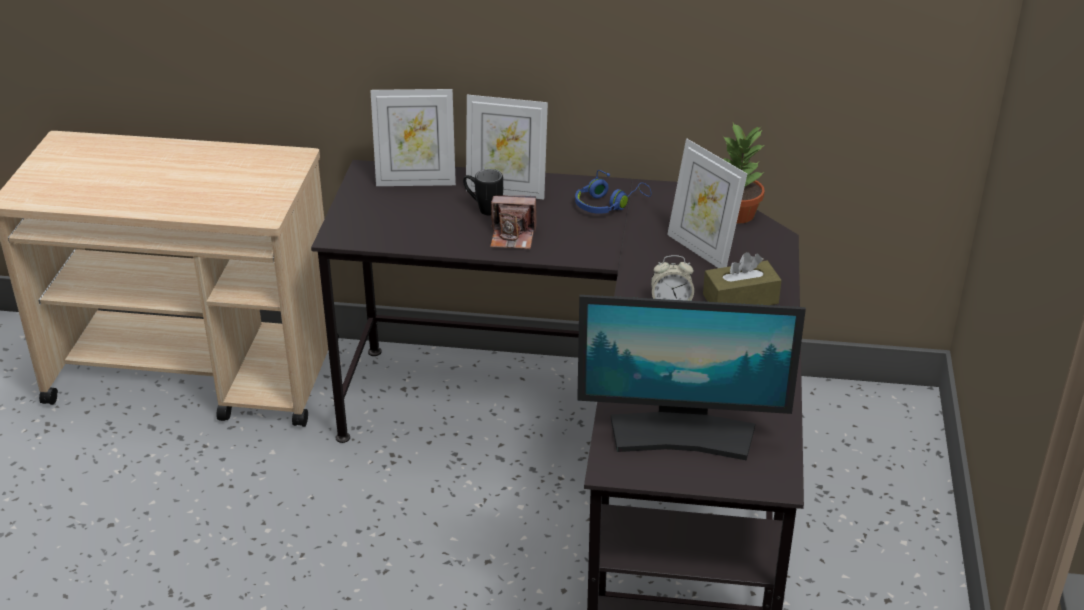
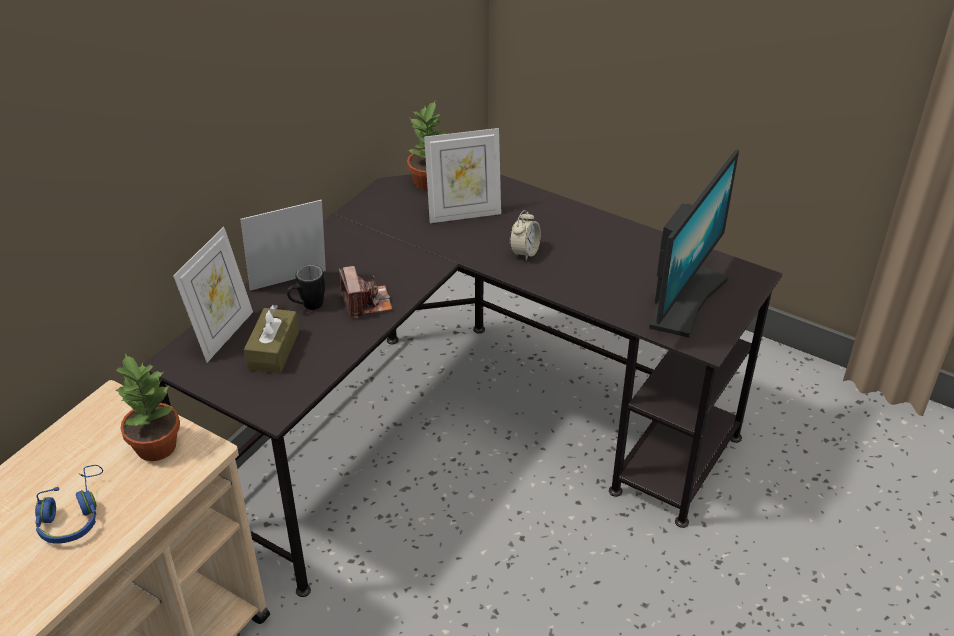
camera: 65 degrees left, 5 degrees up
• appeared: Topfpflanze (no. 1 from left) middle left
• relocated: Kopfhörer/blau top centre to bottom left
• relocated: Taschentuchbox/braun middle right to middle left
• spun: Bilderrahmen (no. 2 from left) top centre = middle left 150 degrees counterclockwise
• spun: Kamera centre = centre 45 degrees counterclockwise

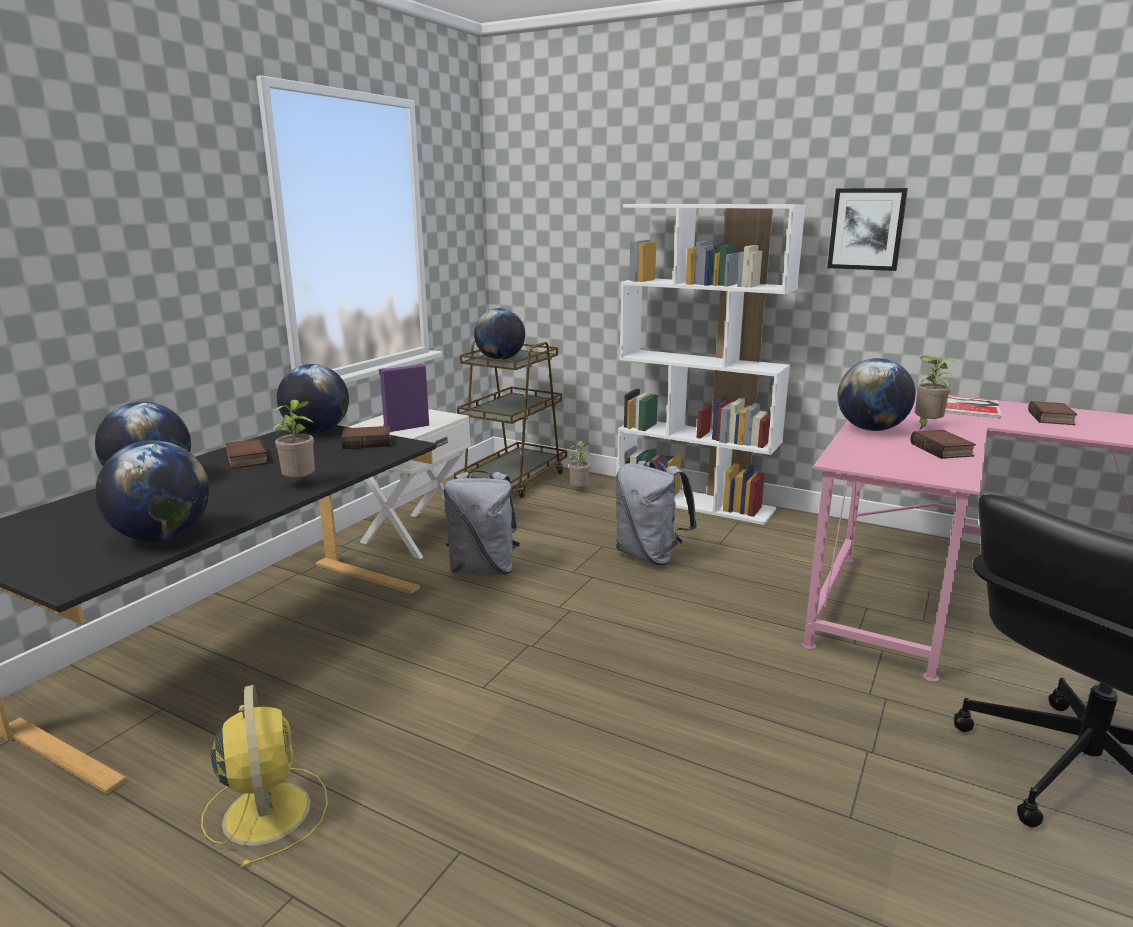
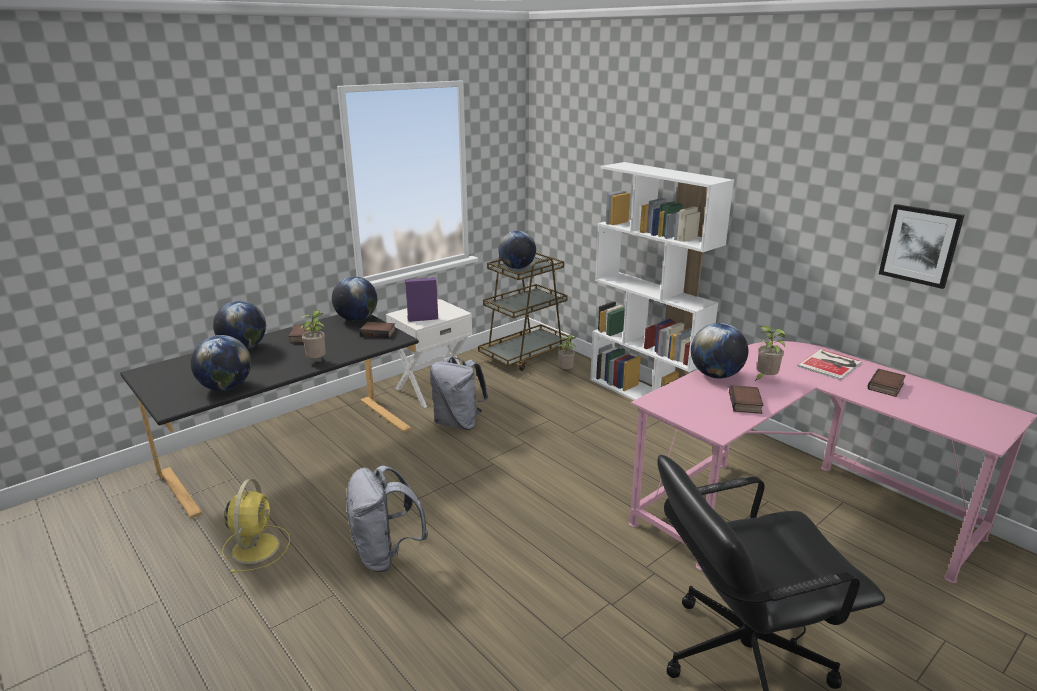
camera: 20 degrees right, 5 degrees up
• relocated: Rucksack/grau (no. 2 from left in the first image) centre to Rucksack/grau (no. 1 from left) bottom centre
• relocated: Bild top right to middle right

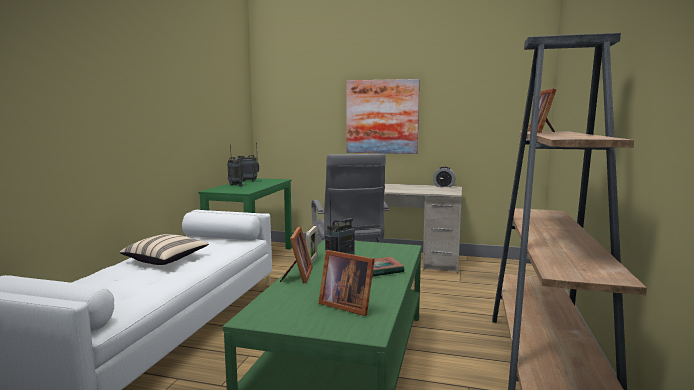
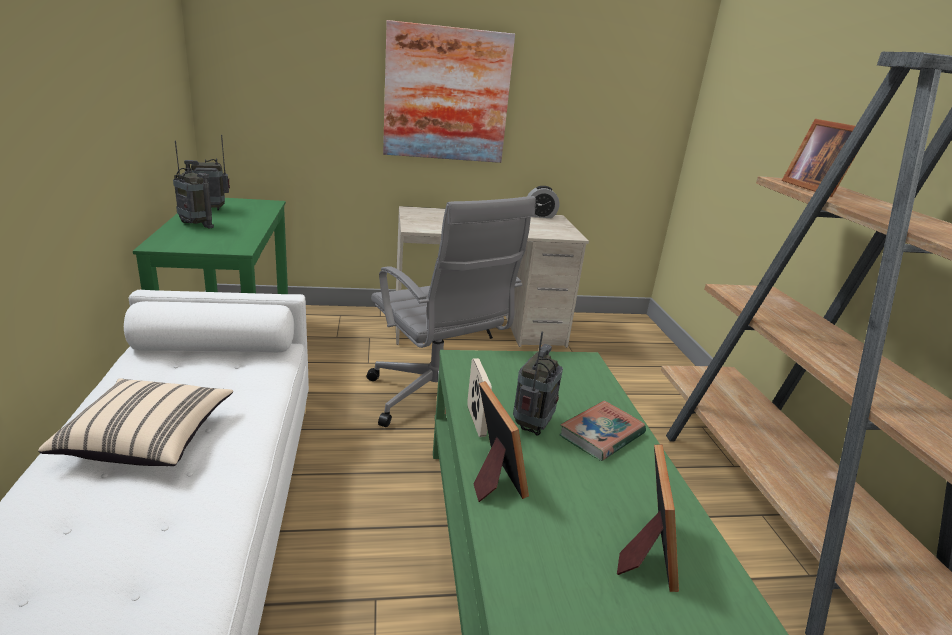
camera: 25 degrees left, 15 degrees up
• spun: Bilderrahmen (no. 3 from left) bottom centre = bottom right 90 degrees counterclockwise

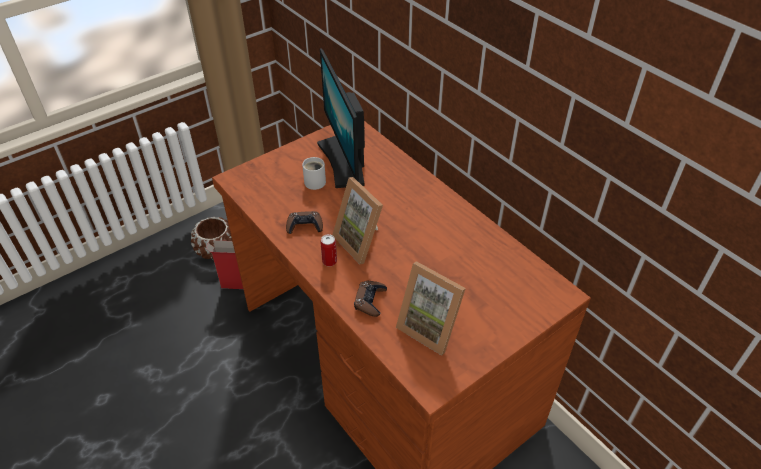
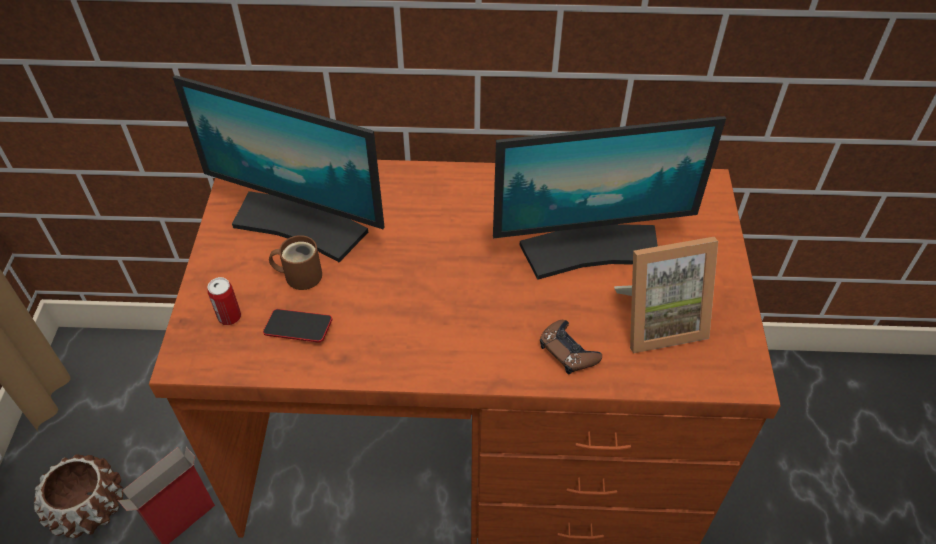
camera: 50 degrees left, 5 degrees up
• missing: Gamepad/braun (no. 1 from left) centre
• missing: Bilderrahmen (no. 1 from left) centre
• appeared: Handy middle left
• appeared: Monitor (no. 2 from left) centre
• relocated: Dose centre to middle left
• colour: Henkelbecher/weiß centre to Henkelbecher/braun middle left

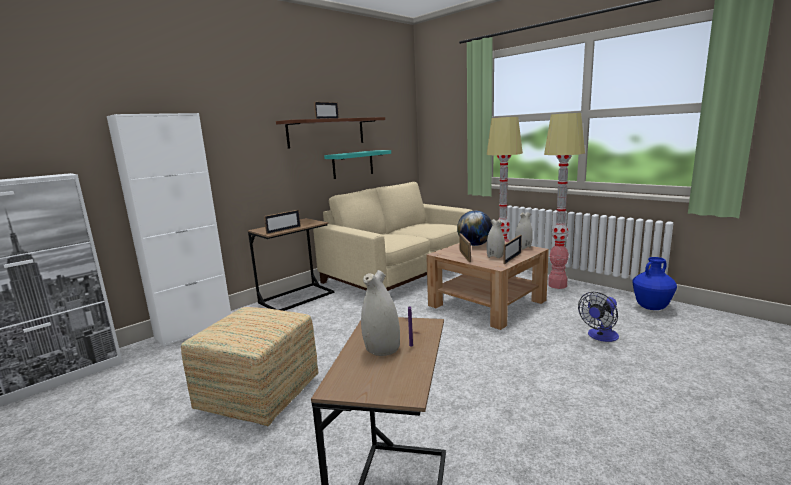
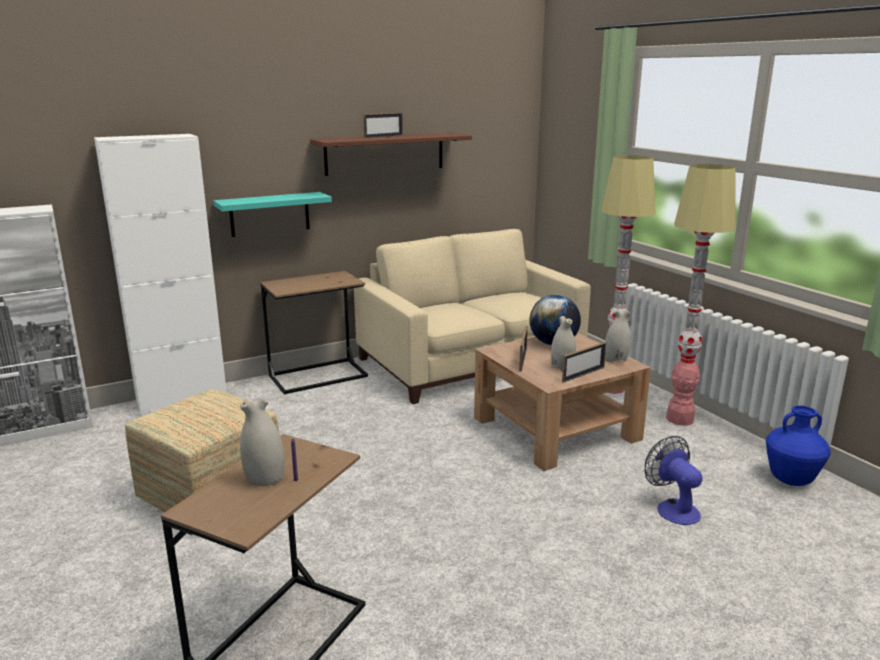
camera: 15 degrees right, 5 degrees up
• missing: Bilderrahmen (no. 1 from left) centre
• relocated: Wandregal/türkis centre to top left
• spun: Ventilator middle right = bottom right 90 degrees clockwise

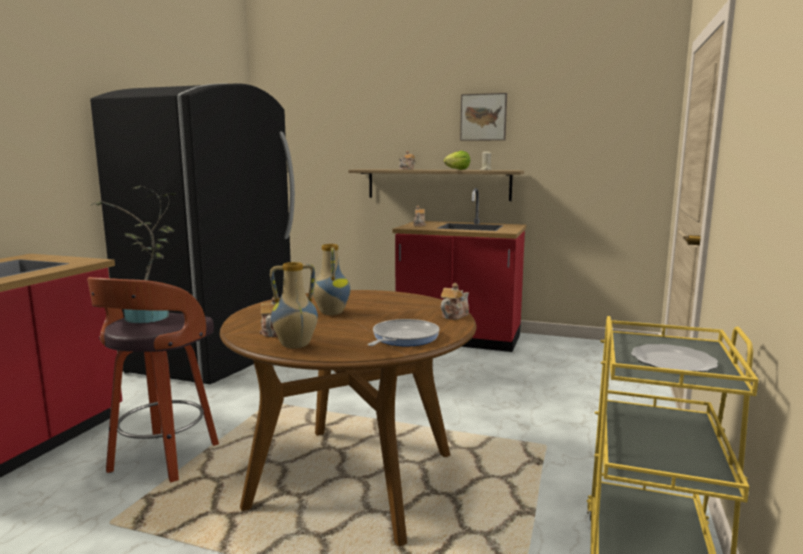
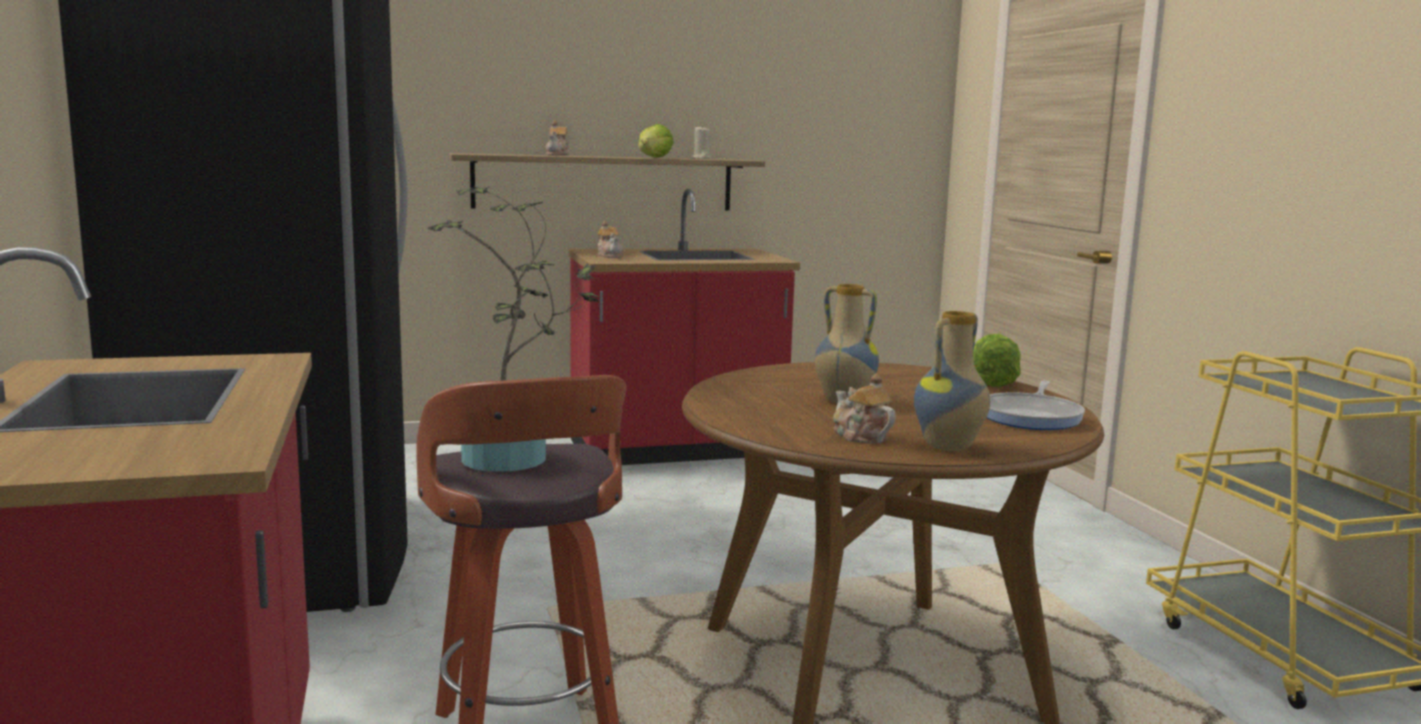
camera: 35 degrees left, 0 degrees up
• missing: Bild top centre
• missing: Teller middle right
• exchanged: Teekanne (no. 4 from left) centre to Salatkopf (no. 2 from left) middle right
• spun: Pfanne centre = middle right 150 degrees counterclockwise

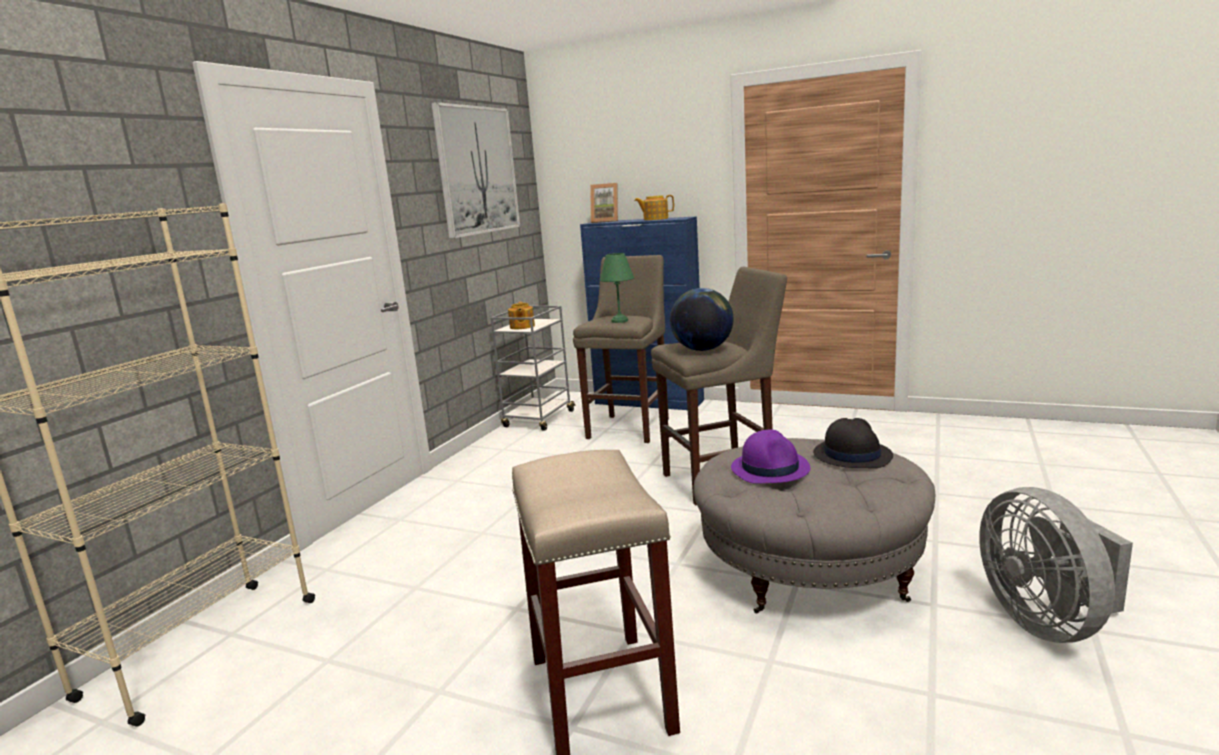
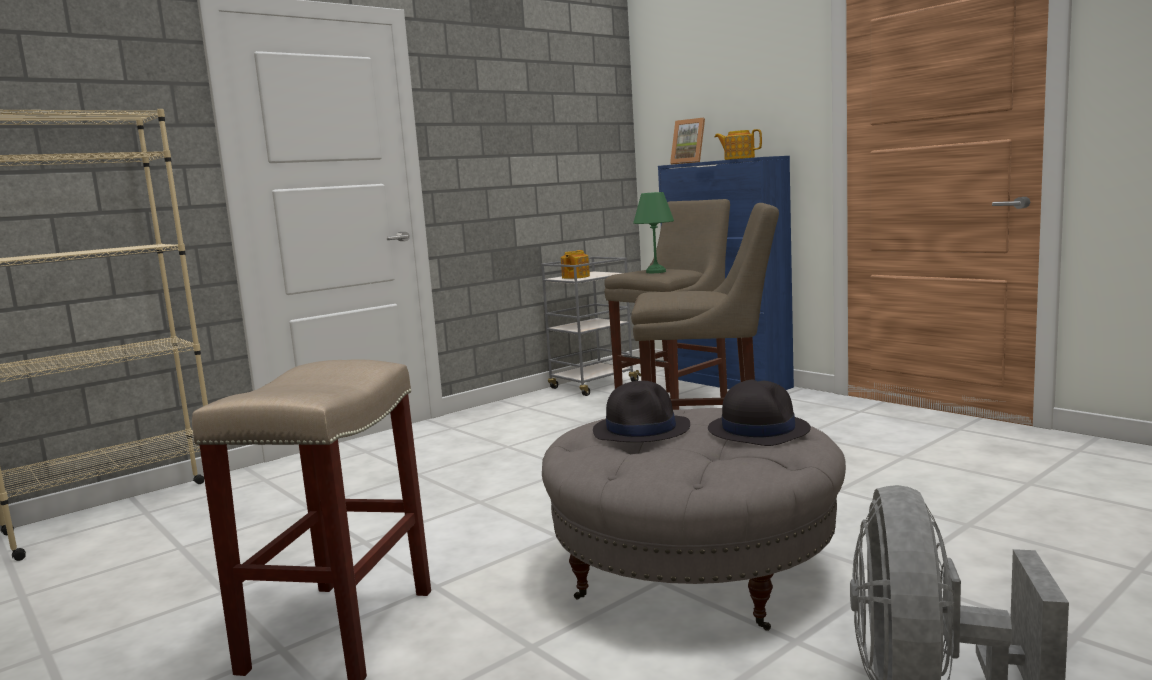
camera: 25 degrees right, 5 degrees down
• missing: Bild top centre
• missing: Globus centre
• colour: Hut/lila centre to Hut/schwarz (no. 1 from left) centre

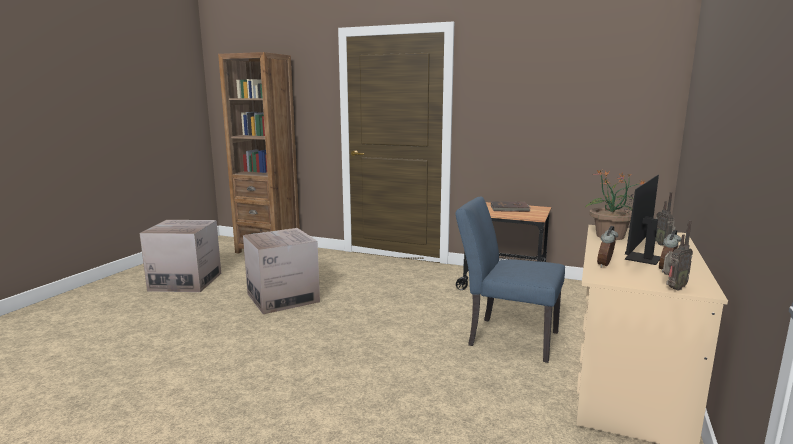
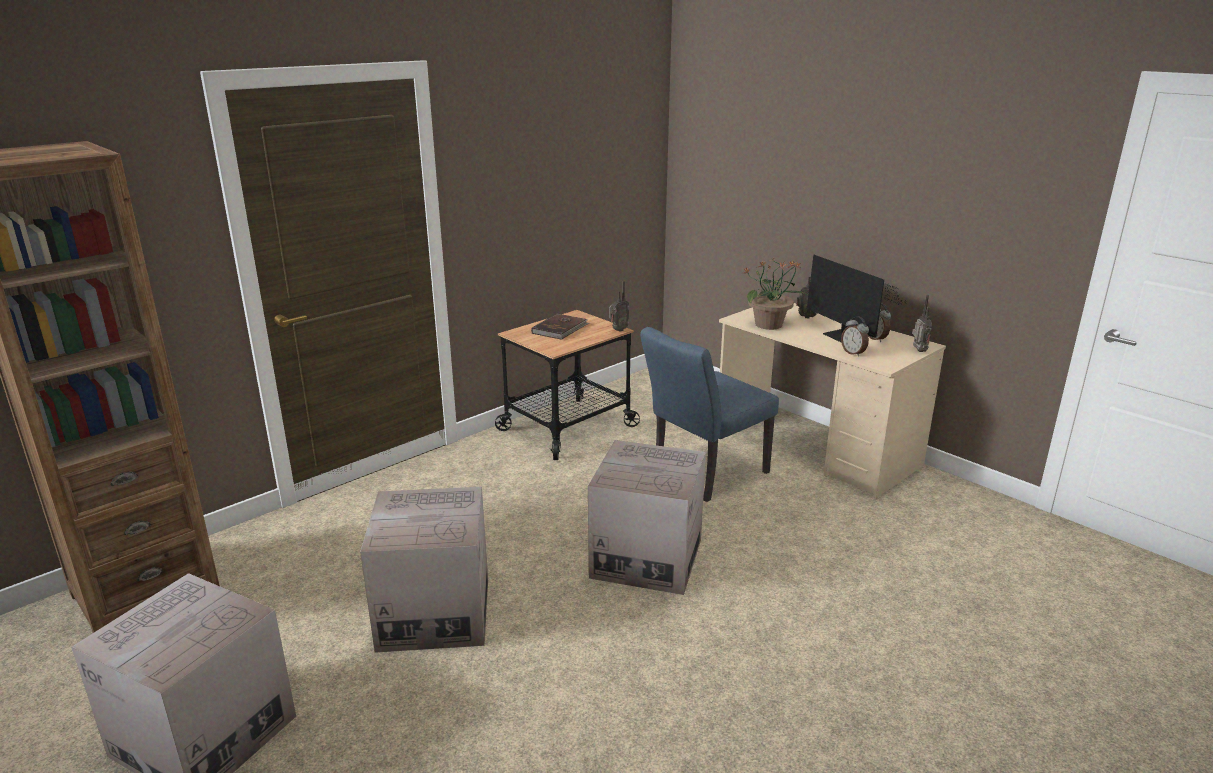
camera: 65 degrees left, 10 degrees up
• appeared: Karton (no. 3 from left) bottom centre
• appeared: Radio (no. 1 from left) centre

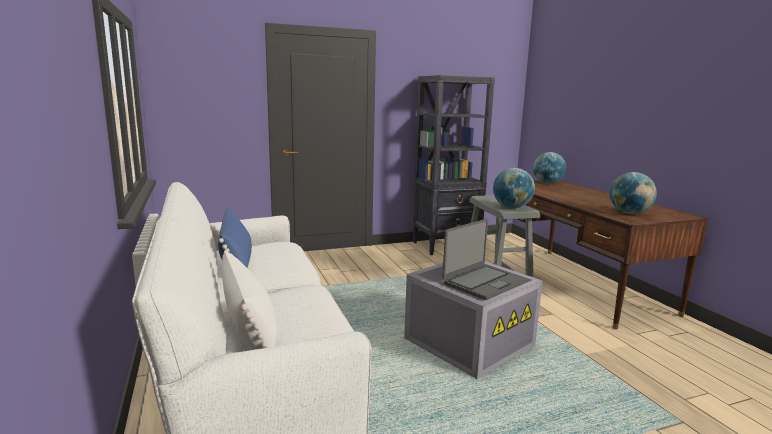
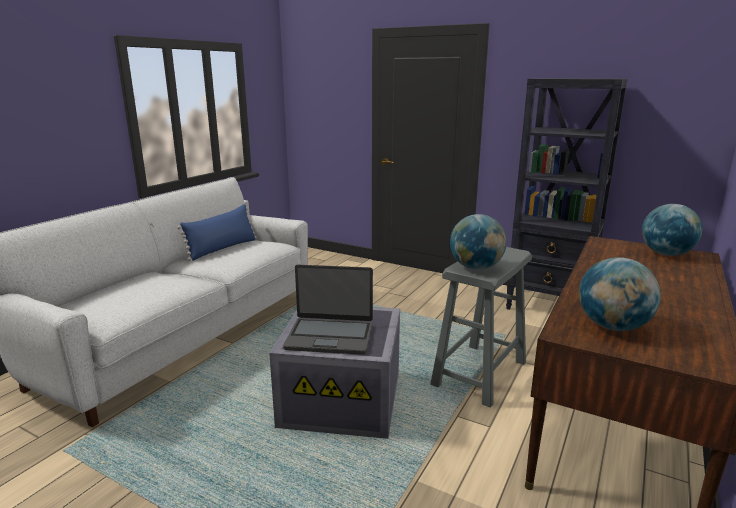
camera: 50 degrees right, 5 degrees up
• missing: Kissen/weiß bottom left

